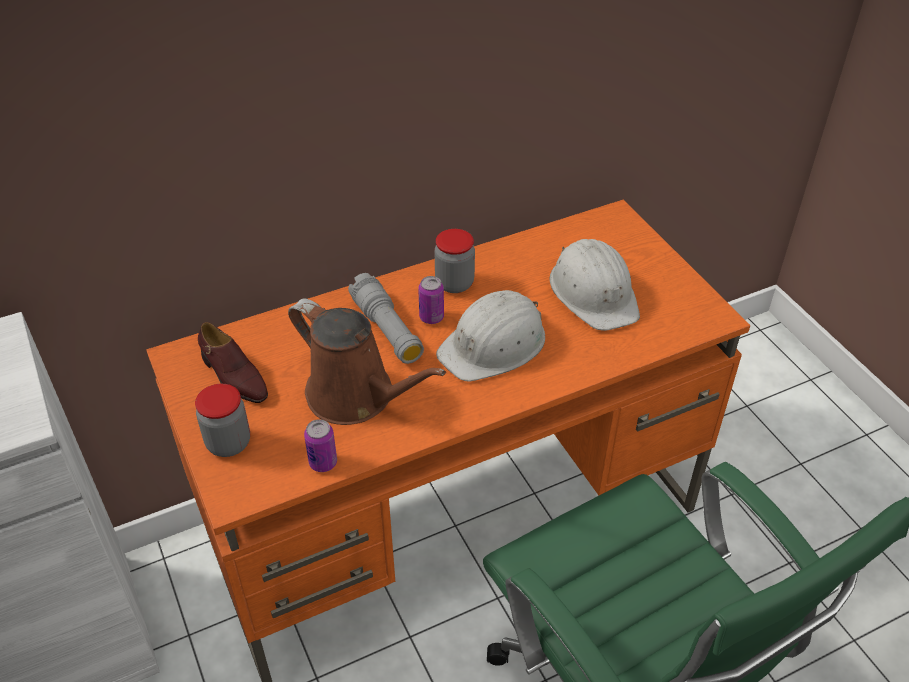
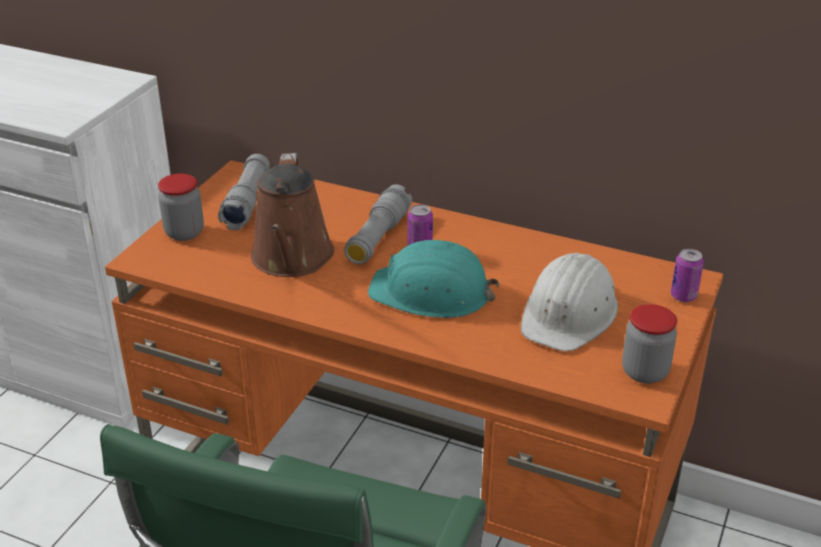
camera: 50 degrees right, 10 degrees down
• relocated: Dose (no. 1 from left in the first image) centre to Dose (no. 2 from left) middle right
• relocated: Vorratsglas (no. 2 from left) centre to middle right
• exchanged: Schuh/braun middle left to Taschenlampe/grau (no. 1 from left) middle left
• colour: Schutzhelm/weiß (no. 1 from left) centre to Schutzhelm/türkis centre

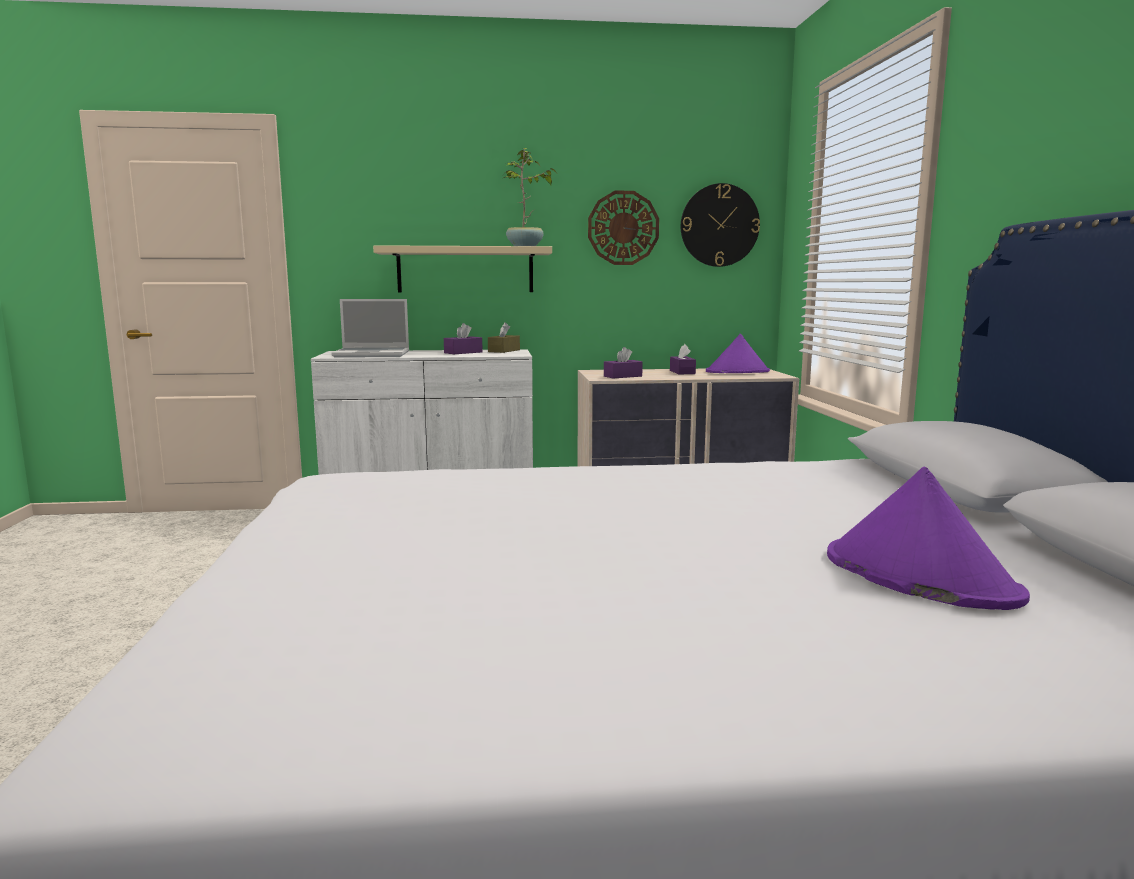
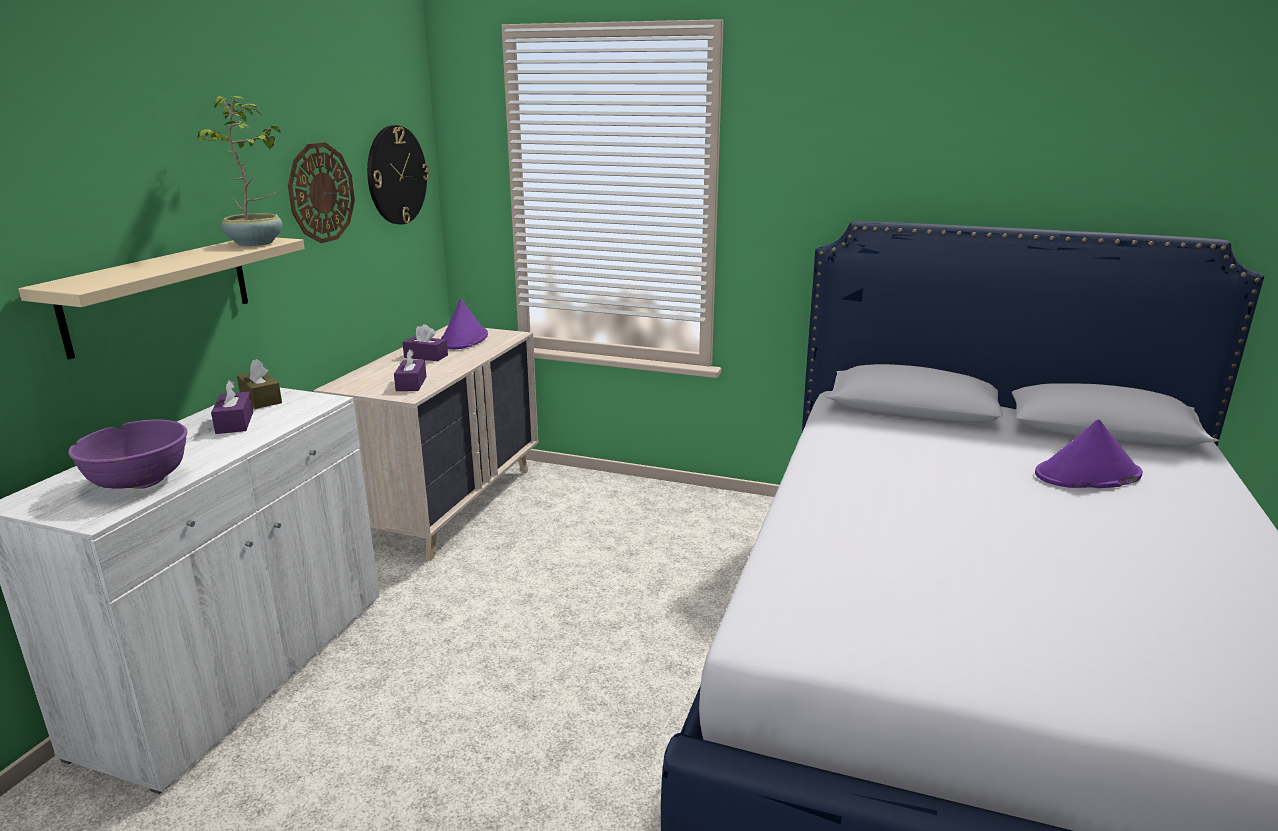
camera: 65 degrees left, 10 degrees up
• exchanged: Laptop middle left to Schüssel/lila middle left

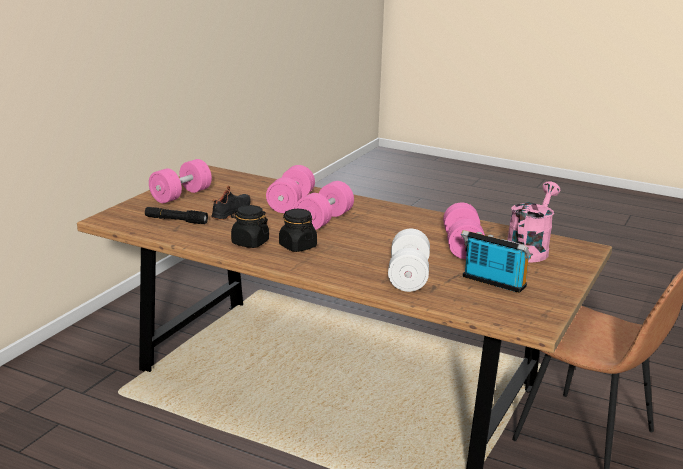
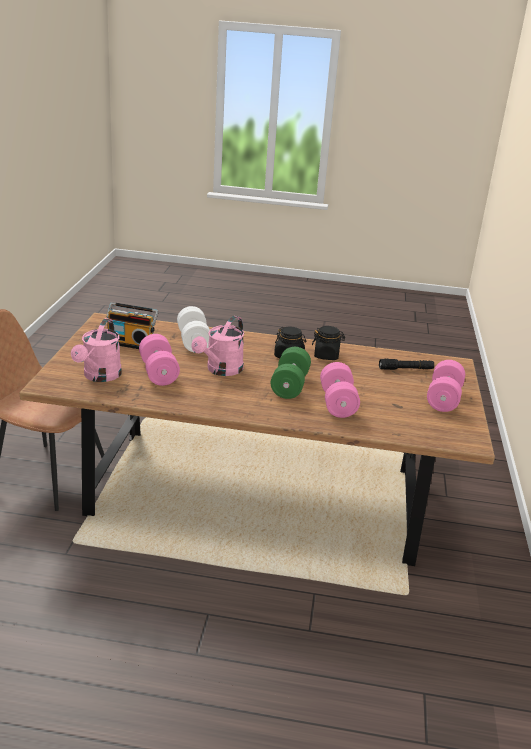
camera: 160 degrees right, 5 degrees up
• missing: Schuh/schwarz centre
• appeared: Gießkanne/rosa (no. 2 from left) centre
• colour: Hantel/rosa (no. 3 from left) centre to Hantel/grün centre

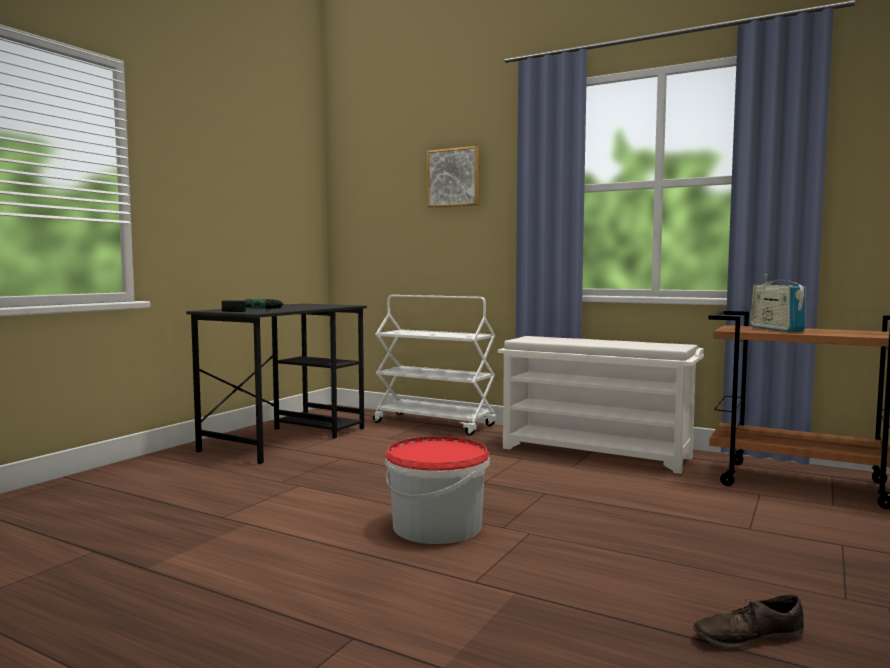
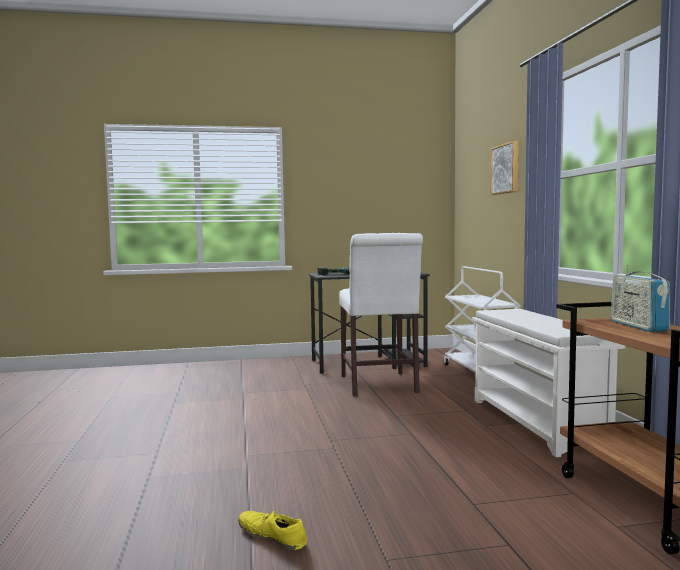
camera: 50 degrees right, 0 degrees up
• missing: Eimer bottom centre
• appeared: Stuhl/weiß centre
• colour: Schuh/braun bottom right to Schuh/gelb bottom centre
• spun: Radio middle right = middle right 45 degrees counterclockwise

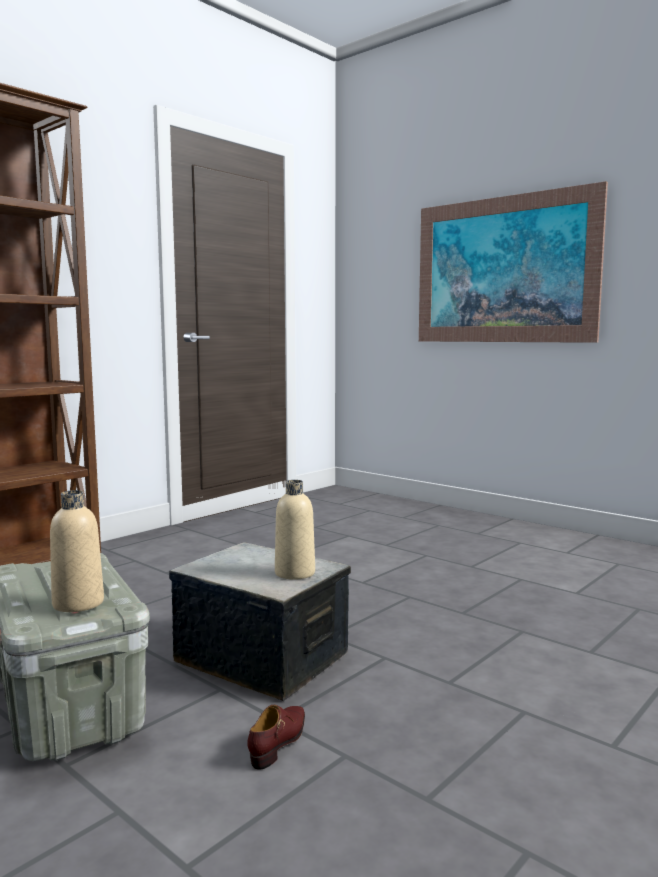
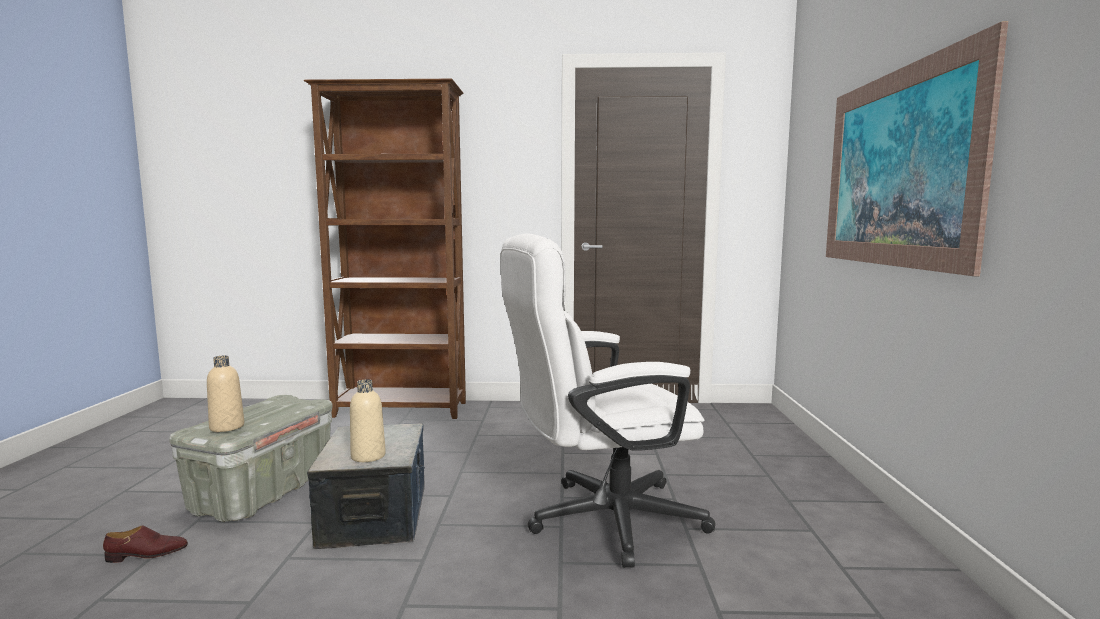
camera: 50 degrees right, 0 degrees up
• appeared: Bürostuhl/weiß centre
• relocated: Schuh/braun bottom centre to bottom left

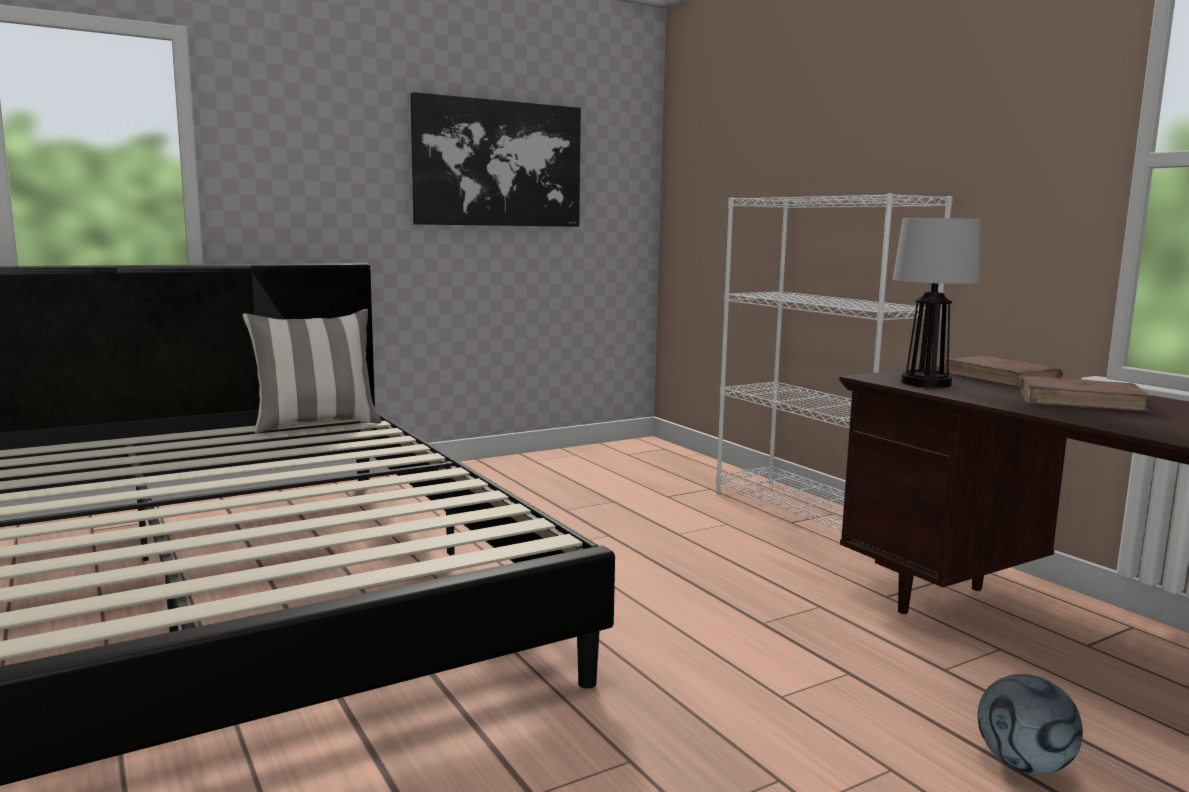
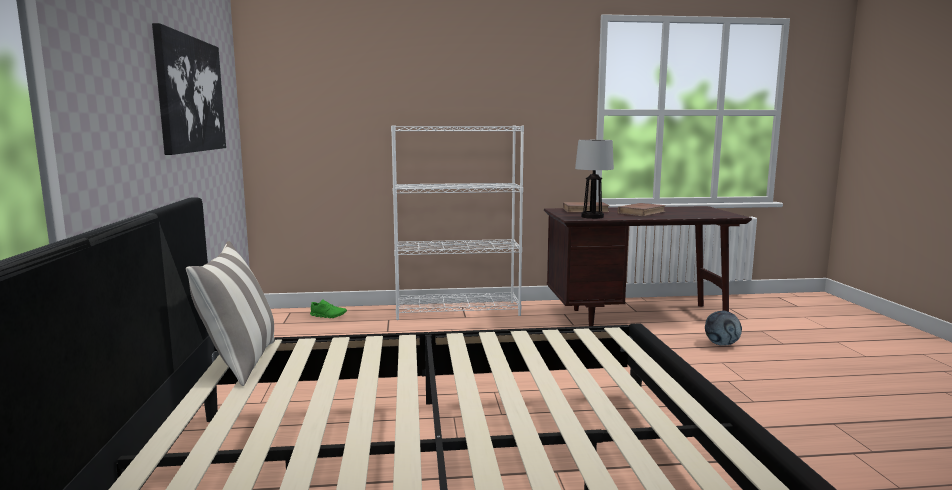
camera: 65 degrees left, 0 degrees up
• appeared: Schuh/grün centre

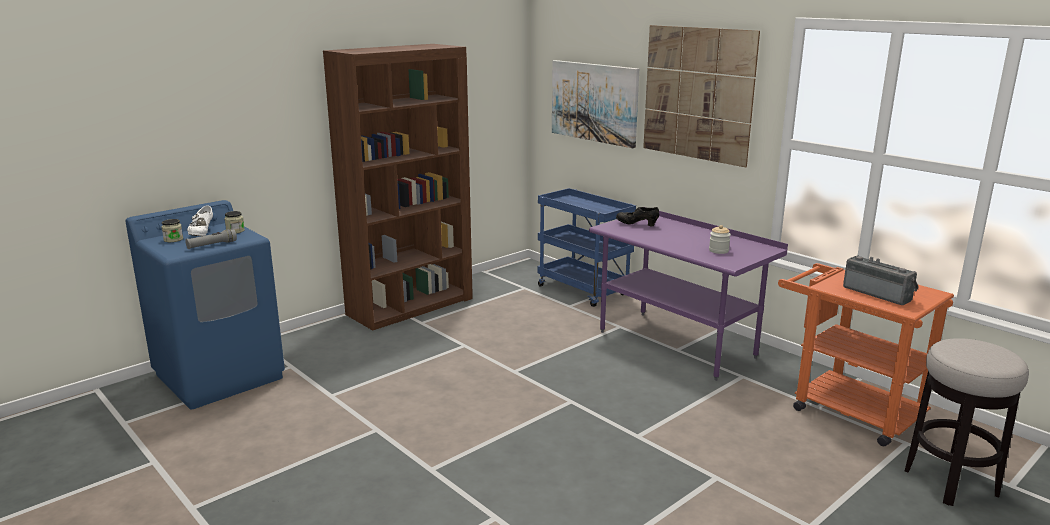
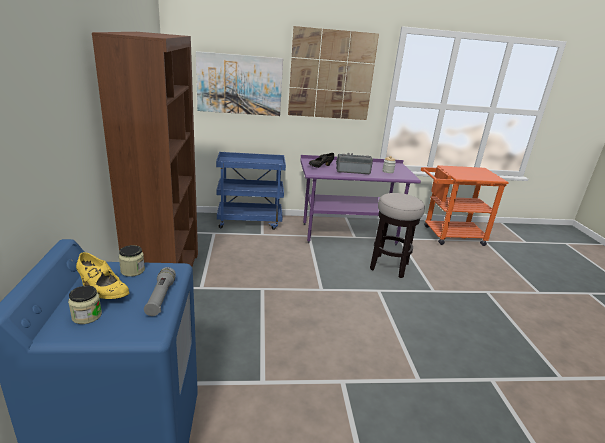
camera: 55 degrees left, 5 degrees up
• relocated: Radio middle right to centre
• relocated: Hocker bottom right to centre
• colour: Schuh/weiß middle left to Schuh/gelb middle left

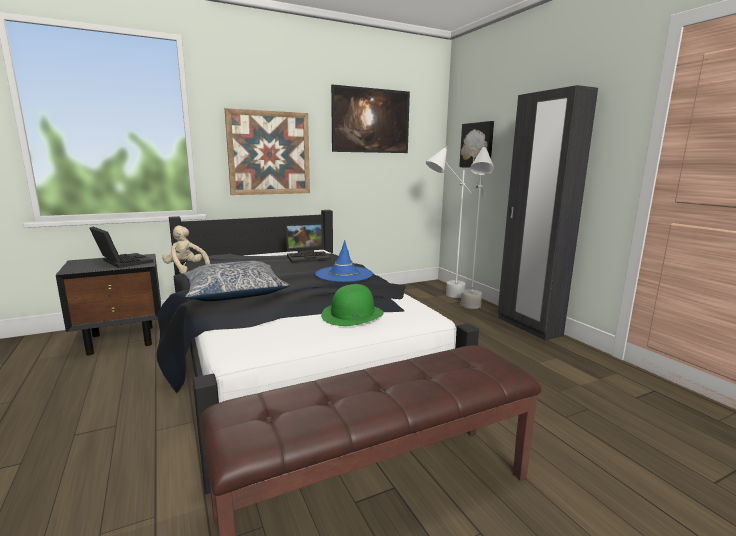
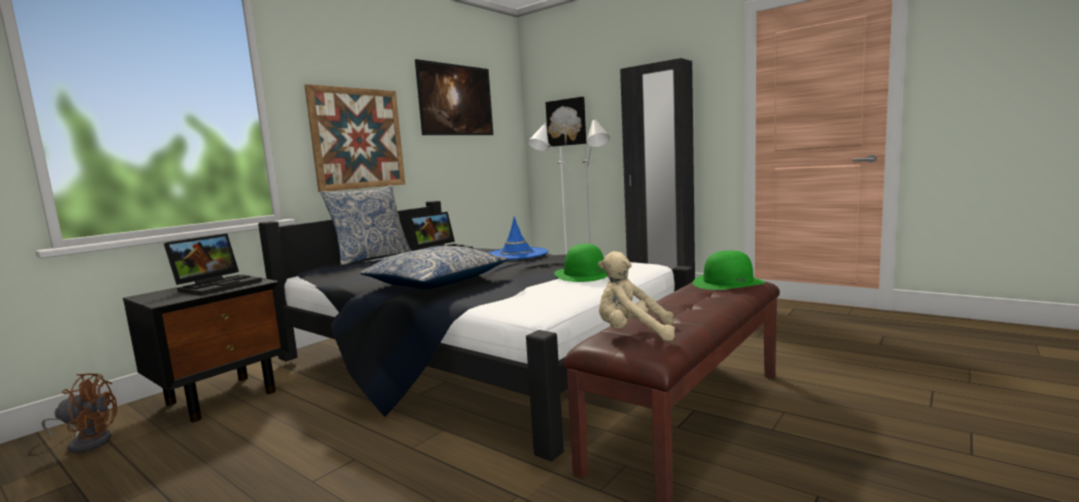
camera: 25 degrees left, 5 degrees down
• appeared: Ventilator/braun bottom left
• appeared: Kissen (no. 1 from left) centre
• appeared: Hut/grün (no. 2 from left) middle right
• relocated: Plüschtier/beige middle left to centre
• spun: Laptop (no. 1 from left) middle left = middle left 105 degrees clockwise

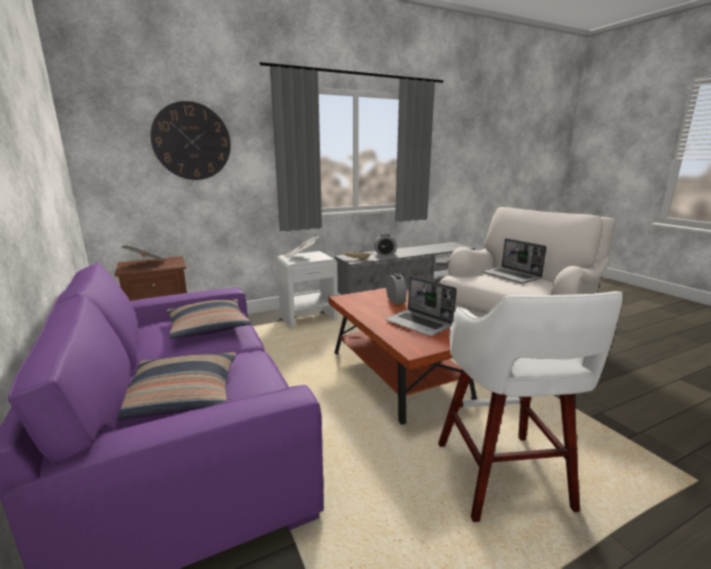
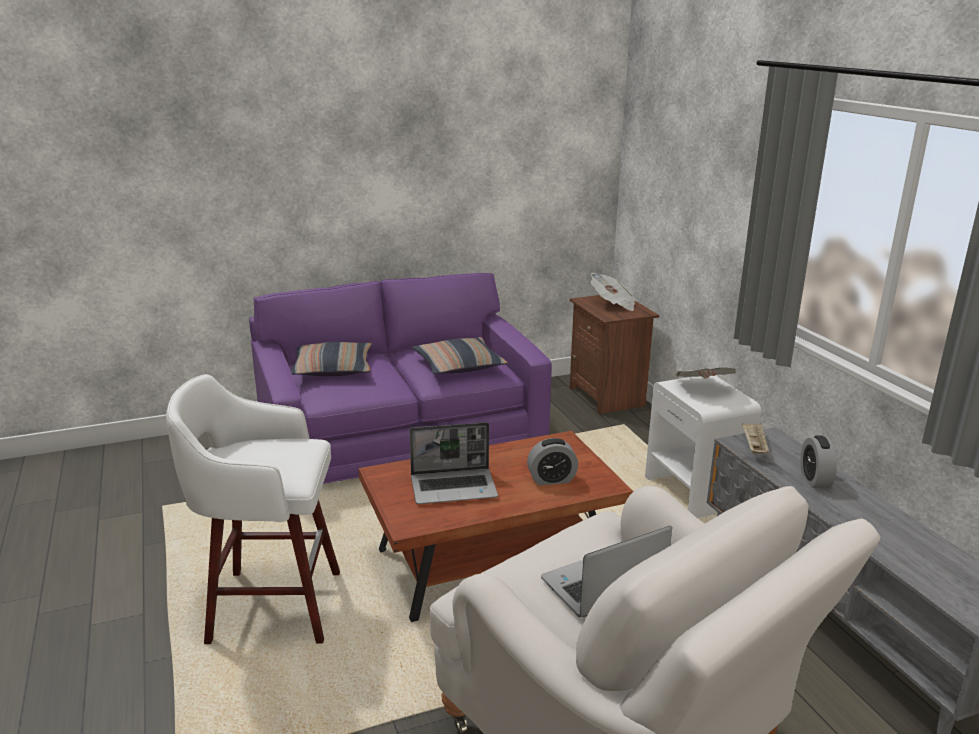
camera: 95 degrees right, 5 degrees up
• missing: Wanduhr top left
• spun: Laptop (no. 1 from left) centre = centre 150 degrees counterclockwise

